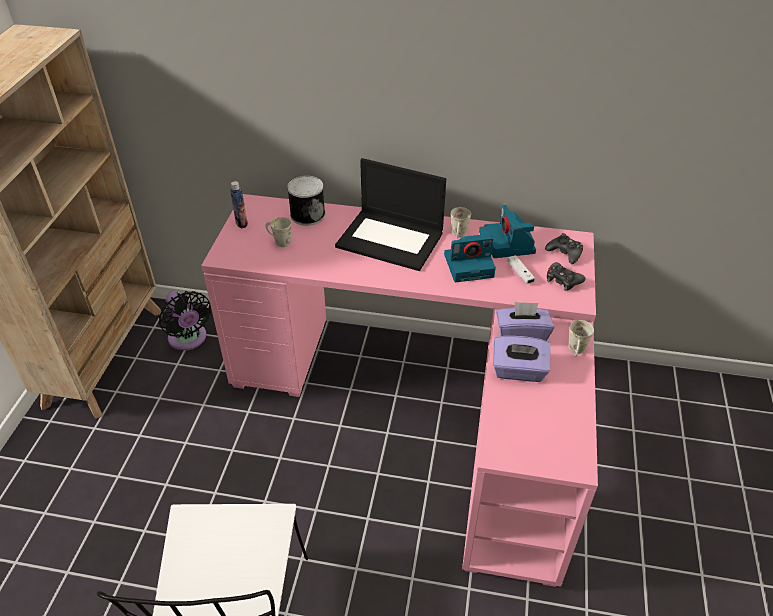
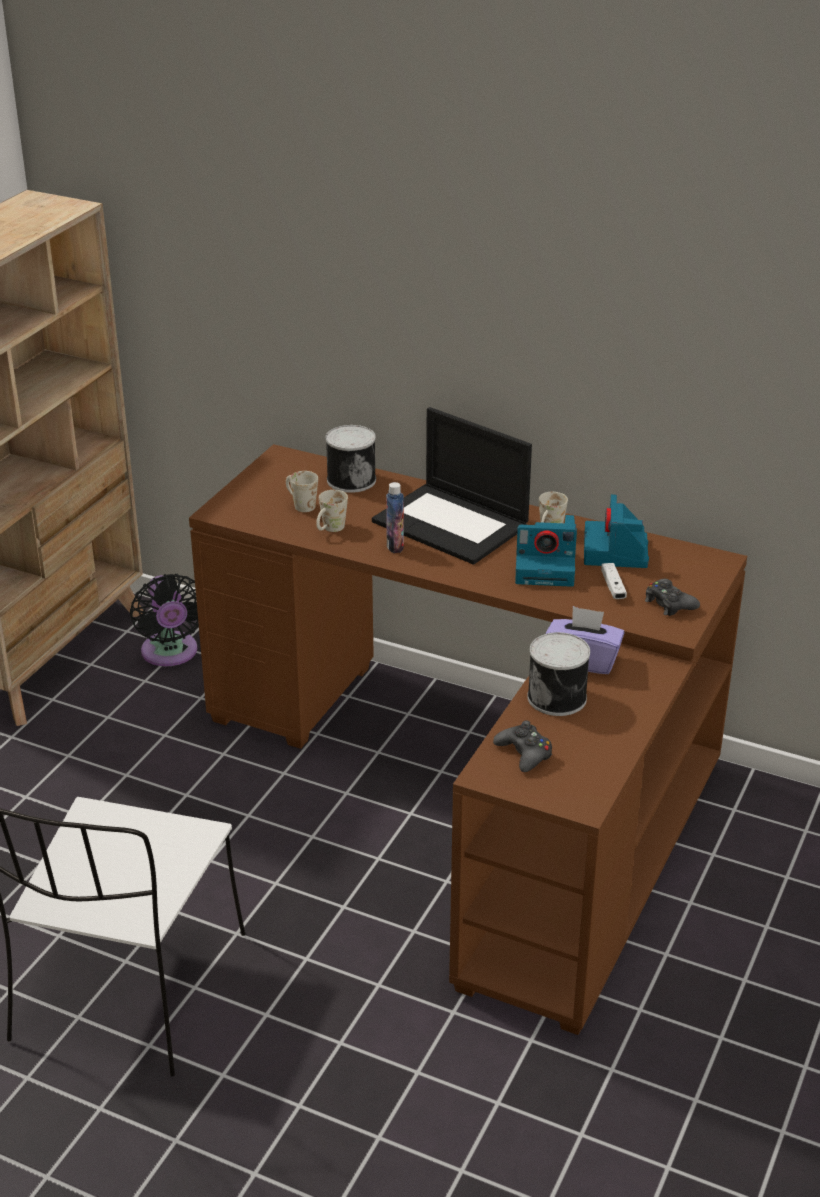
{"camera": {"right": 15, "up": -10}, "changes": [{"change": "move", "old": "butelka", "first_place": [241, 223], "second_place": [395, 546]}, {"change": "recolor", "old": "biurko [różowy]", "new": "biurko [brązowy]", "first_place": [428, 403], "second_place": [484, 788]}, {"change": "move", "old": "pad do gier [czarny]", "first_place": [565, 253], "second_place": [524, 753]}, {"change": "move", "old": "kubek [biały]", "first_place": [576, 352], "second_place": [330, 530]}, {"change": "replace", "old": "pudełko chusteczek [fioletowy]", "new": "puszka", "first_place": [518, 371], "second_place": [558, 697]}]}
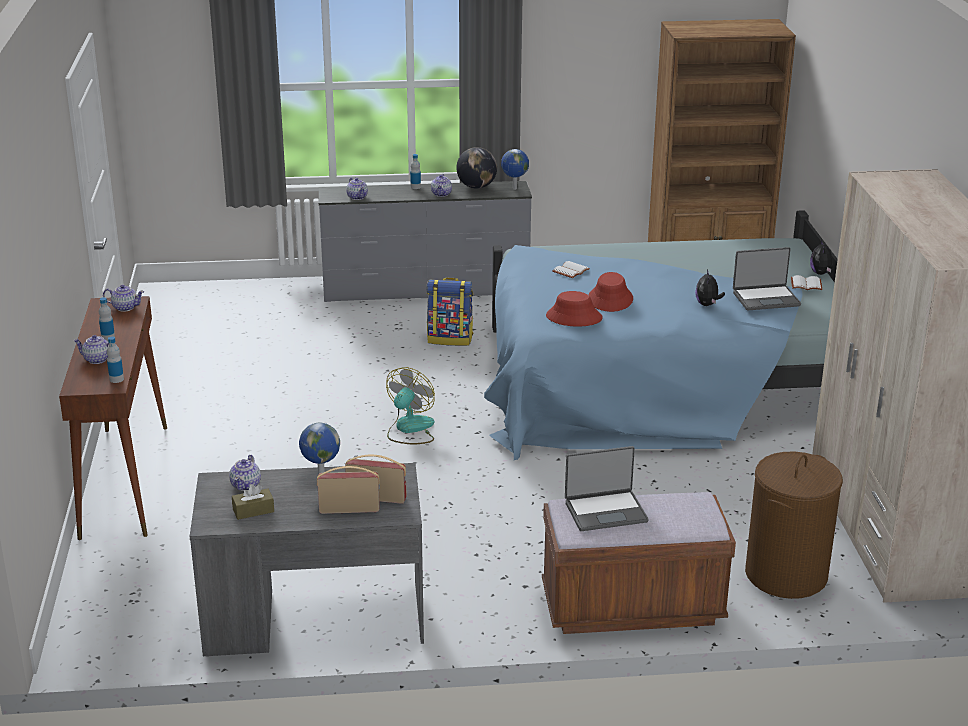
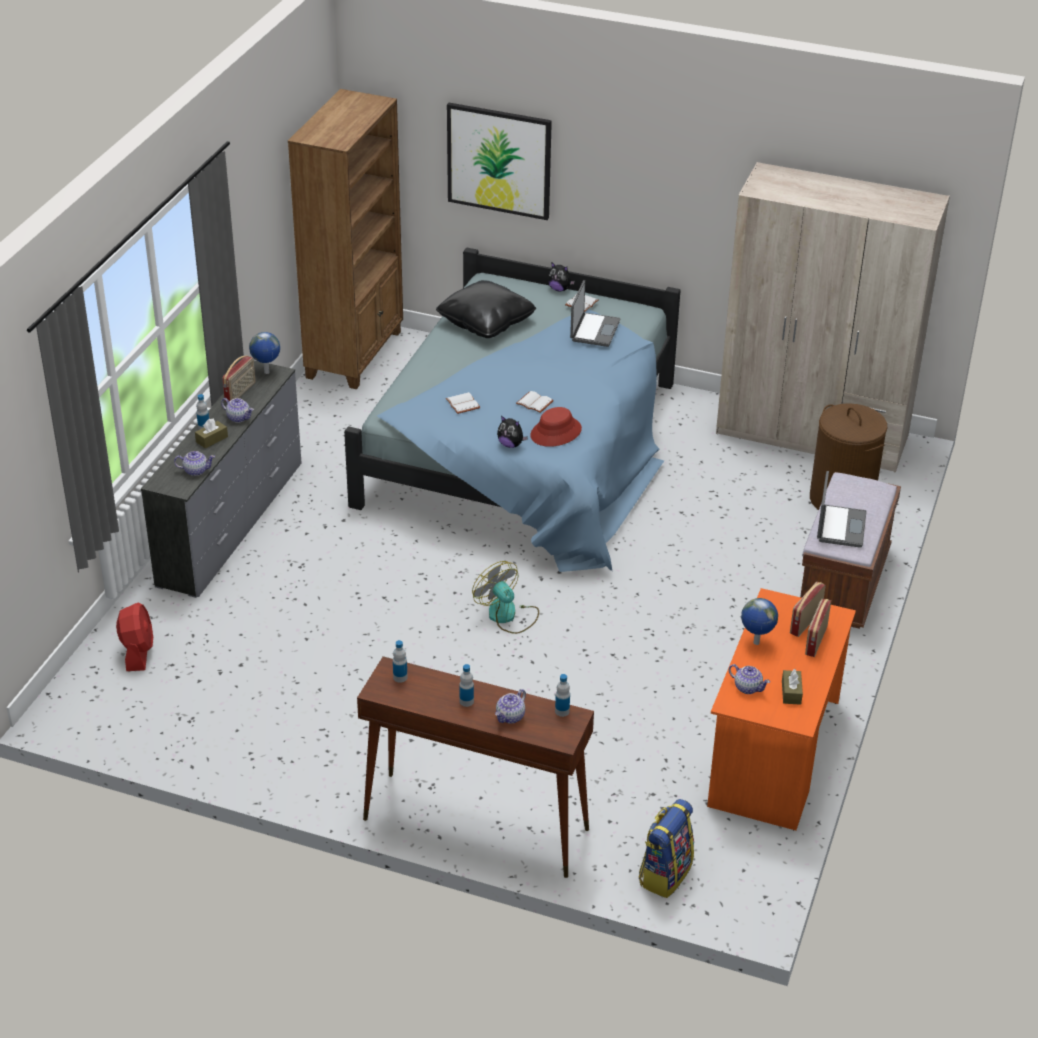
{"camera": {"right": -65, "up": 10}, "changes": [{"change": "replace", "old": "globus", "new": "radio", "first_place": [476, 187], "second_place": [240, 392]}, {"change": "move", "old": "pluszak", "first_place": [707, 304], "second_place": [511, 445]}, {"change": "replace", "old": "kapelusz [czerwony]", "new": "książka [biały]", "first_place": [610, 299], "second_place": [535, 403]}, {"change": "move", "old": "plecak", "first_place": [450, 339], "second_place": [665, 873]}, {"change": "replace", "old": "imbryk", "new": "butelka", "first_place": [125, 307], "second_place": [400, 677]}, {"change": "recolor", "old": "biurko [szary]", "new": "biurko [pomarańczowy]", "first_place": [314, 618], "second_place": [774, 753]}, {"change": "insert", "new": "obraz", "second_place": [499, 160]}, {"change": "insert", "new": "poduszka [czarny]", "second_place": [486, 322]}, {"change": "insert", "new": "pudełko chusteczek [brązowy]", "second_place": [212, 439]}, {"change": "insert", "new": "wentylator [czerwony]", "second_place": [138, 652]}]}
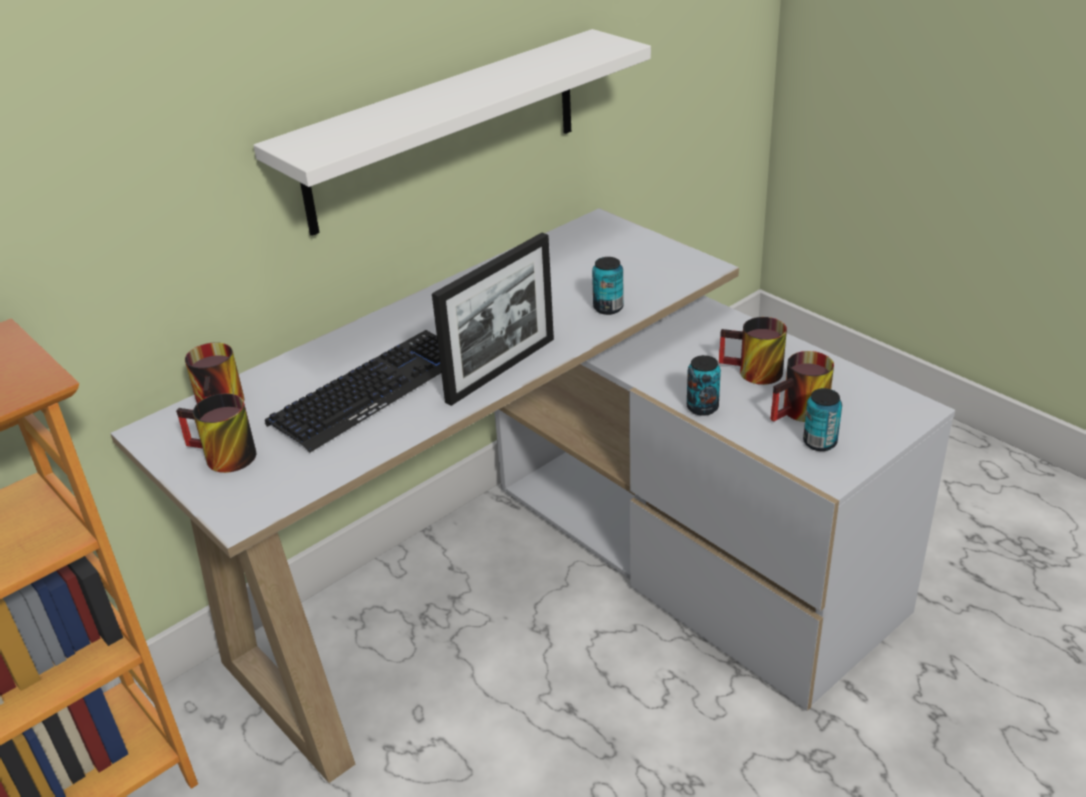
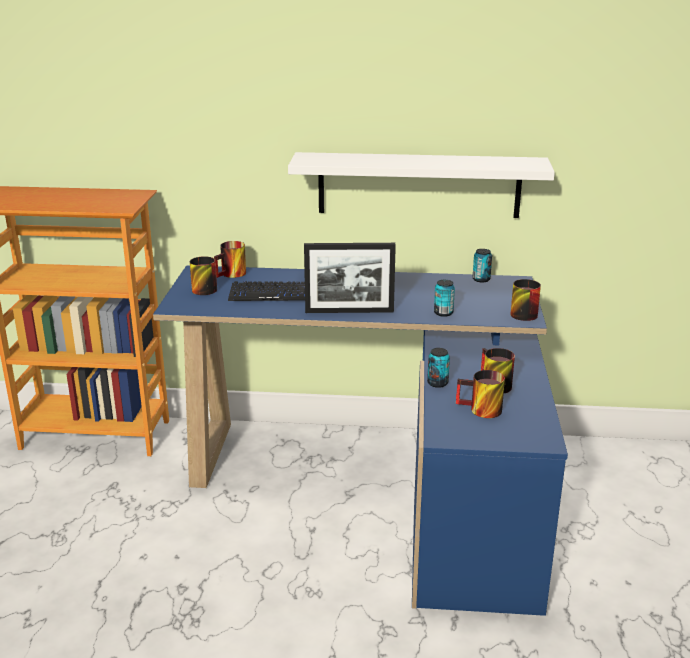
{"camera": {"right": 45, "up": -10}, "changes": [{"change": "recolor", "old": "biurko [biały]", "new": "biurko [niebieski]", "first_place": [559, 587], "second_place": [383, 485]}, {"change": "move", "old": "puszka", "first_place": [819, 442], "second_place": [481, 279]}, {"change": "insert", "new": "kubek", "second_place": [522, 312]}]}
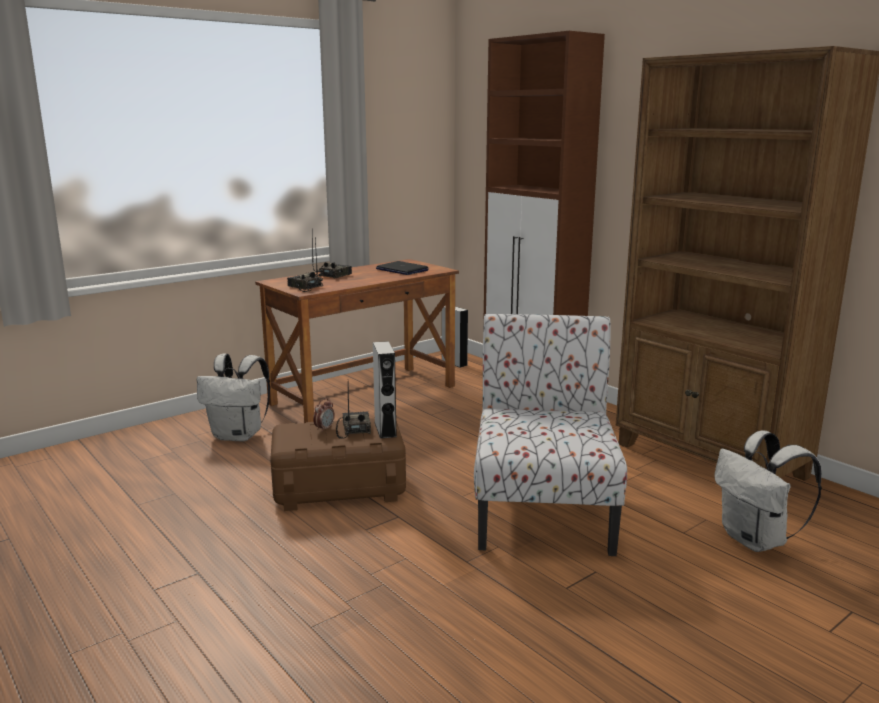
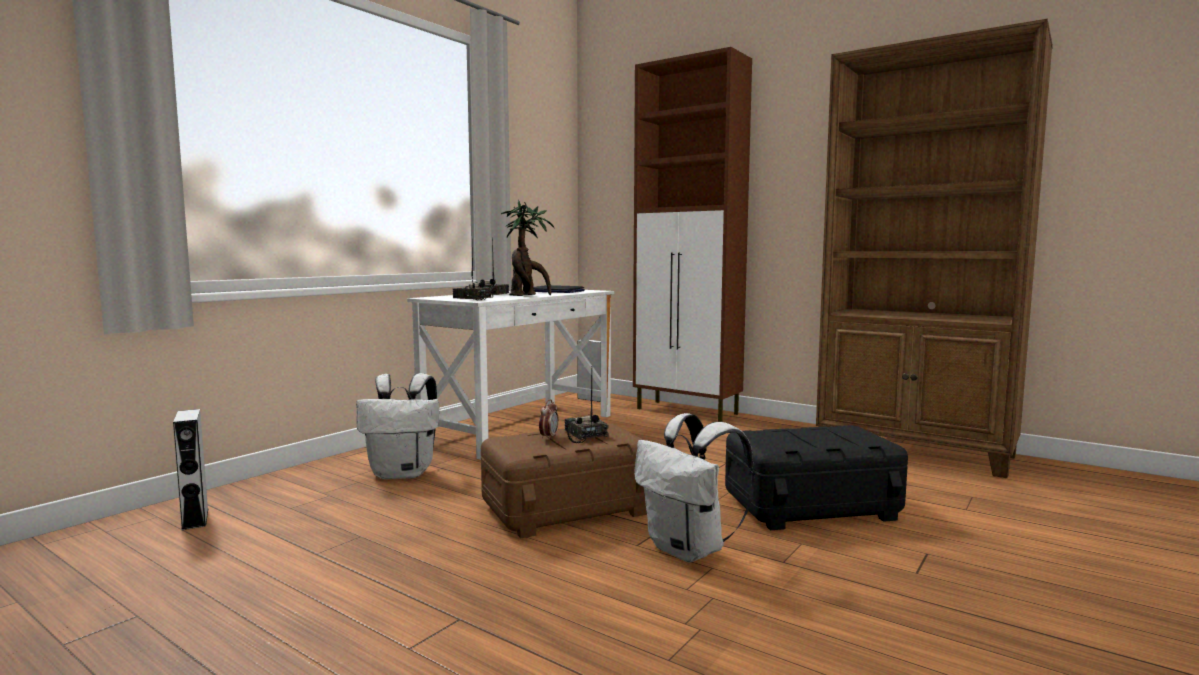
{"camera": {"right": -15, "up": -10}, "changes": [{"change": "recolor", "old": "biurko [brązowy]", "new": "biurko [biały]", "first_place": [364, 395], "second_place": [520, 429]}, {"change": "replace", "old": "krzesło", "new": "pojemnik do przechowywania [czarny]", "first_place": [542, 510], "second_place": [810, 506]}, {"change": "move", "old": "głośnik [szary]", "first_place": [385, 429], "second_place": [195, 519]}, {"change": "move", "old": "plecak [biały]", "first_place": [756, 540], "second_place": [689, 550]}, {"change": "insert", "new": "roślina doniczkowa", "second_place": [527, 296]}]}
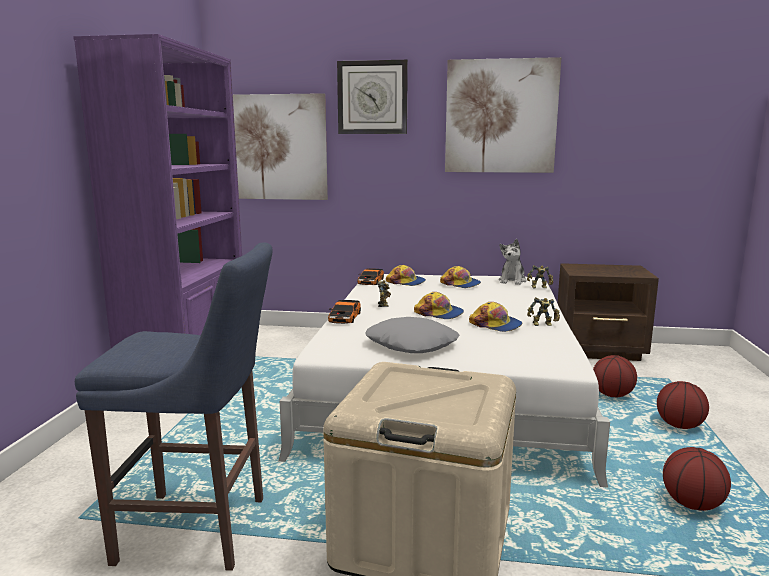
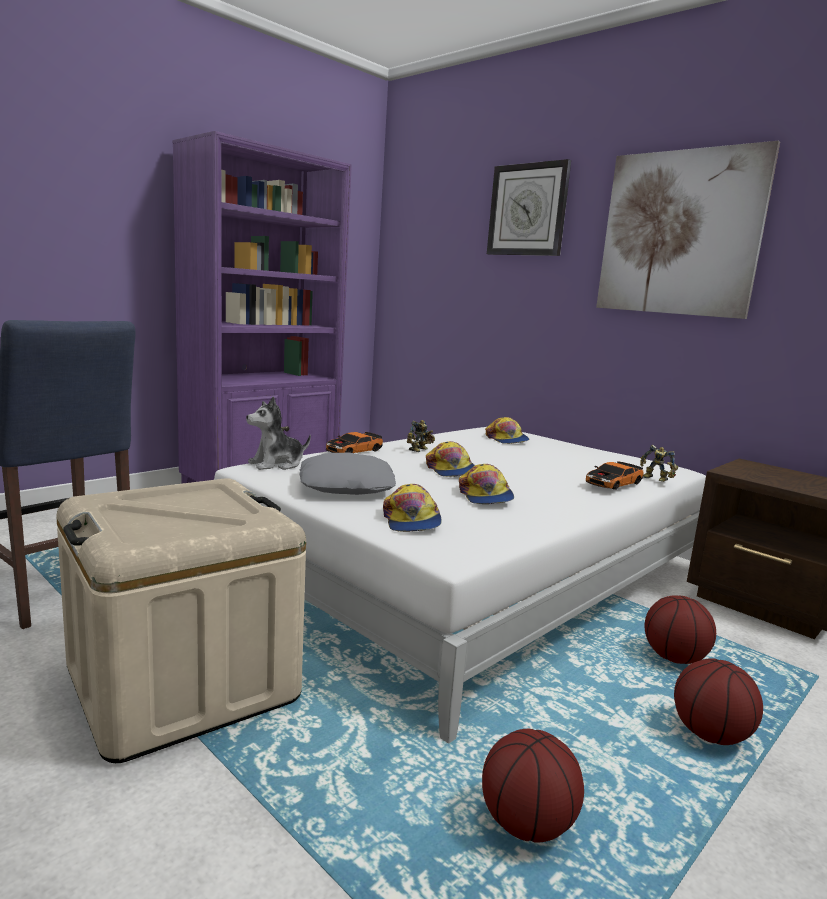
{"camera": {"right": 35, "up": 0}, "changes": [{"change": "delete", "old": "obraz", "first_place": [276, 147]}, {"change": "move", "old": "pluszak", "first_place": [512, 281], "second_place": [277, 464]}, {"change": "move", "old": "czapka z daszkiem", "first_place": [460, 284], "second_place": [411, 521]}, {"change": "move", "old": "samochodzik", "first_place": [371, 281], "second_place": [613, 482]}, {"change": "delete", "old": "robot zabawkowy", "first_place": [543, 325]}]}
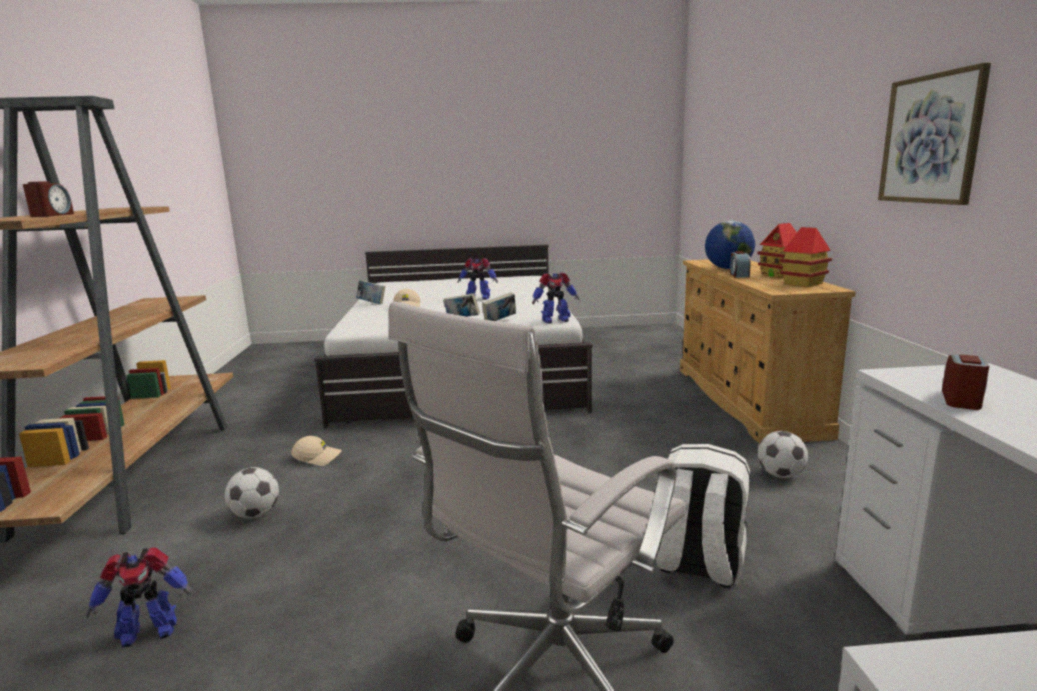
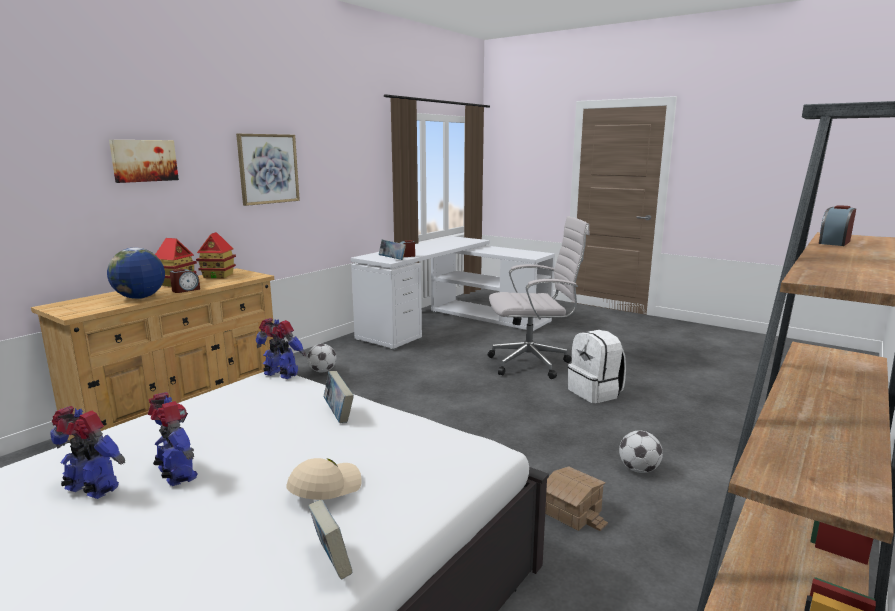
{"camera": {"right": -140, "up": 0}, "changes": [{"change": "move", "old": "książka", "first_place": [499, 321], "second_place": [392, 259]}, {"change": "replace", "old": "czapka z daszkiem [beżowy]", "new": "domek", "first_place": [318, 457], "second_place": [570, 512]}, {"change": "move", "old": "plecak [biały]", "first_place": [698, 564], "second_place": [595, 393]}, {"change": "move", "old": "robot zabawkowy", "first_place": [148, 632], "second_place": [91, 490]}, {"change": "insert", "new": "obraz", "second_place": [144, 160]}]}
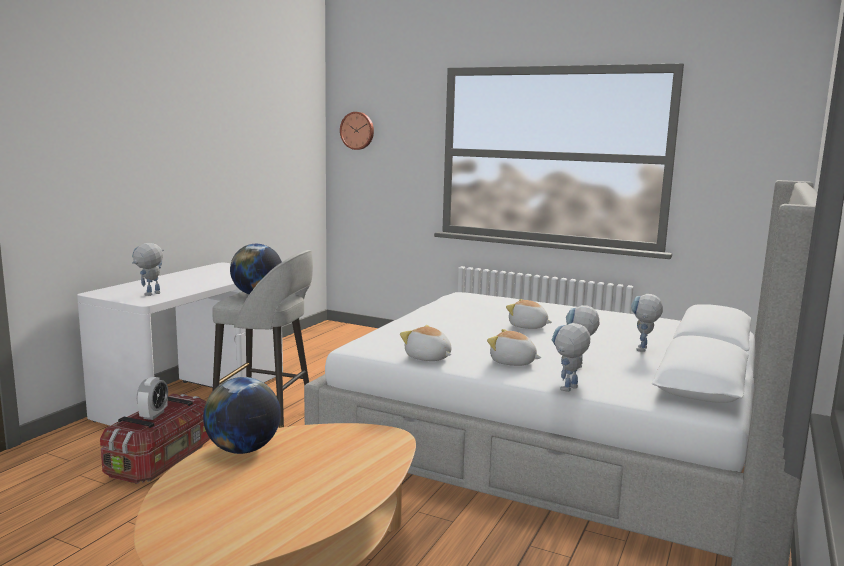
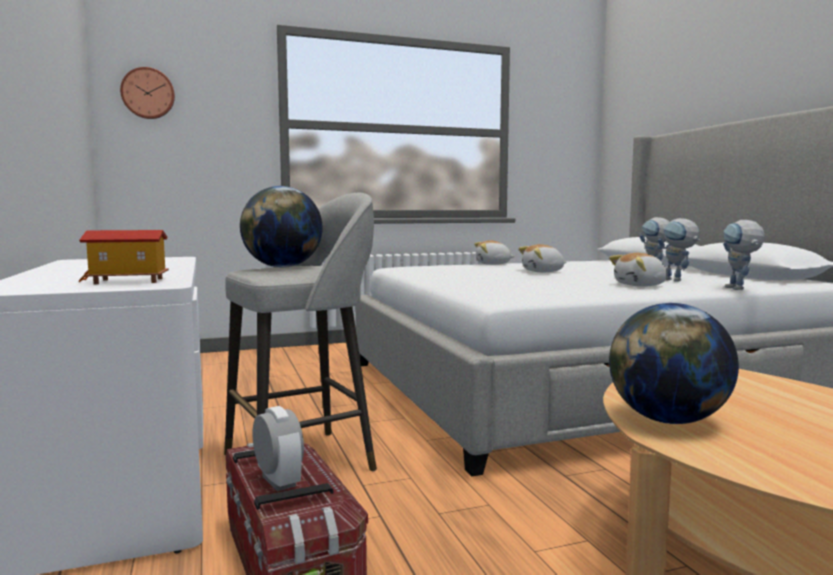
{"camera": {"right": -45, "up": -5}, "changes": [{"change": "replace", "old": "robot zabawkowy", "new": "domek", "first_place": [150, 295], "second_place": [127, 281]}, {"change": "move", "old": "pluszak", "first_place": [427, 358], "second_place": [493, 264]}]}
